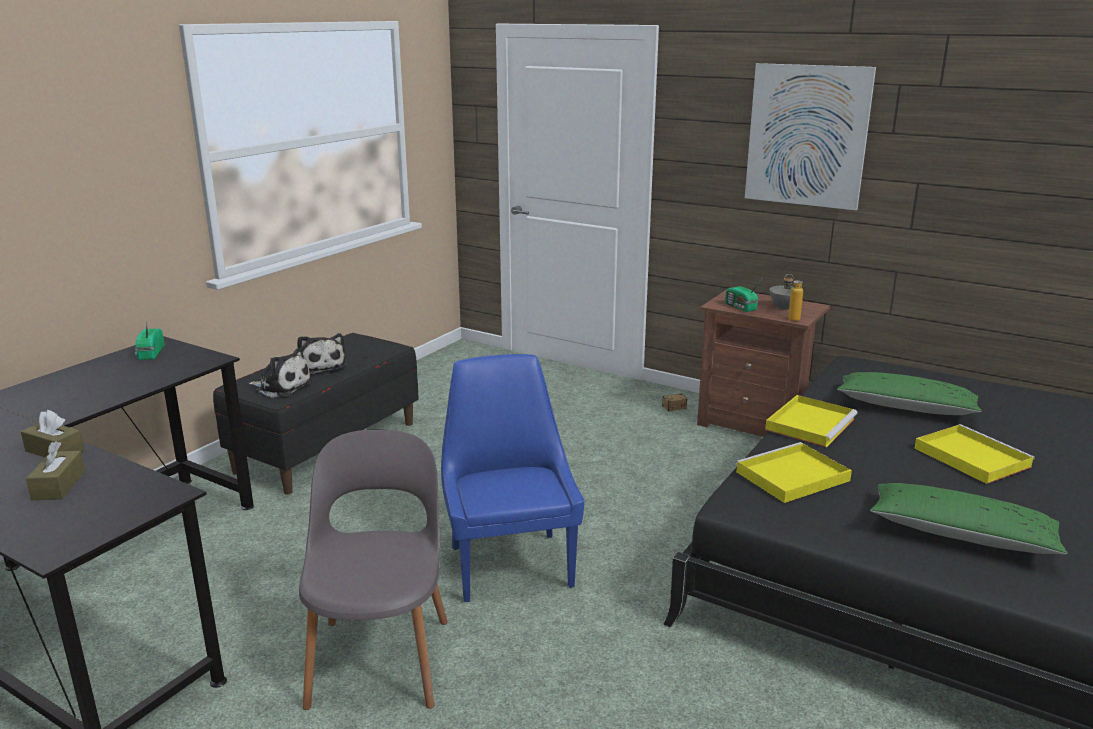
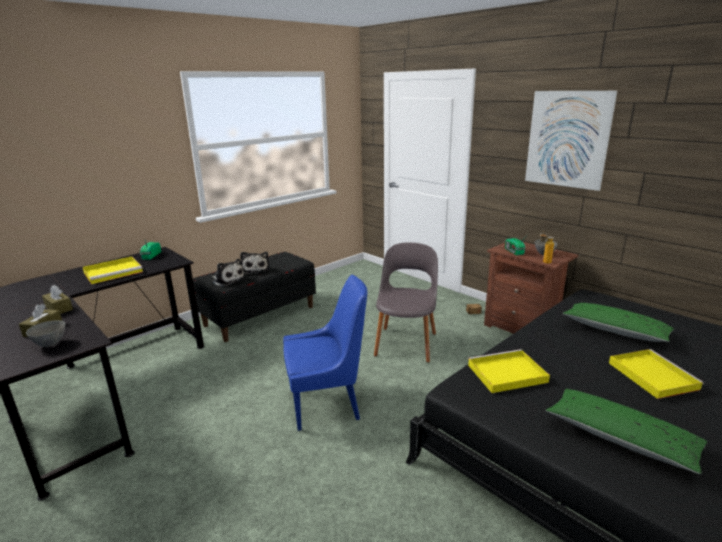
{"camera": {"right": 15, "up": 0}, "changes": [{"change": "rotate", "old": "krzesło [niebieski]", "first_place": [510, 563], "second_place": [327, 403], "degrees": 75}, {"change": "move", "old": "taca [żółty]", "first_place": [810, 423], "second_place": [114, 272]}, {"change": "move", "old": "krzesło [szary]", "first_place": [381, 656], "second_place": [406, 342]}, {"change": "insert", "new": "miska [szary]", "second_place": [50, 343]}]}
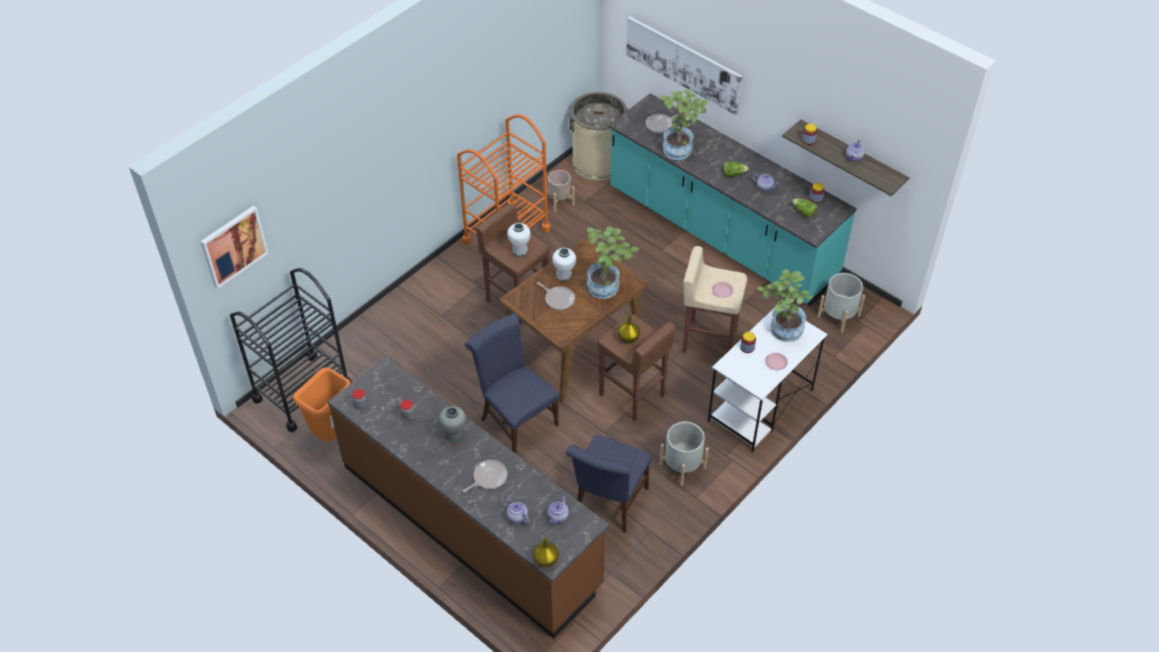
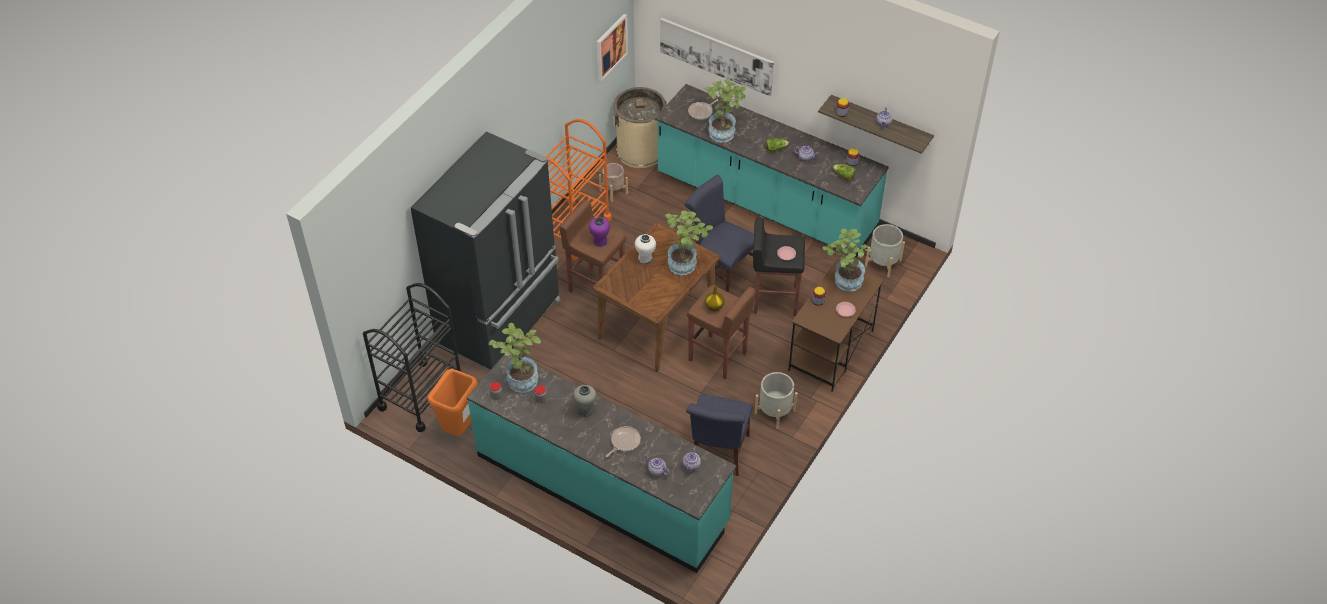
{"camera": {"right": -10, "up": 0}, "changes": [{"change": "move", "old": "obraz", "first_place": [233, 246], "second_place": [611, 46]}, {"change": "recolor", "old": "wazon [biały]", "new": "wazon [fioletowy]", "first_place": [519, 250], "second_place": [600, 241]}, {"change": "recolor", "old": "stołek [beżowy]", "new": "stołek [czarny]", "first_place": [708, 340], "second_place": [774, 299]}, {"change": "delete", "old": "patelnia", "first_place": [558, 299]}, {"change": "recolor", "old": "biurko [biały]", "new": "biurko [brązowy]", "first_place": [760, 406], "second_place": [831, 351]}, {"change": "move", "old": "krzesło [niebieski]", "first_place": [515, 420], "second_place": [720, 268]}, {"change": "recolor", "old": "zabudowa kuchenna [brązowy]", "new": "zabudowa kuchenna [turkusowy]", "first_place": [471, 524], "second_place": [602, 488]}, {"change": "delete", "old": "wazon [żółty]", "first_place": [546, 560]}, {"change": "insert", "new": "lodówka [czarny]", "second_place": [501, 322]}, {"change": "insert", "new": "roślina doniczkowa", "second_place": [520, 377]}]}
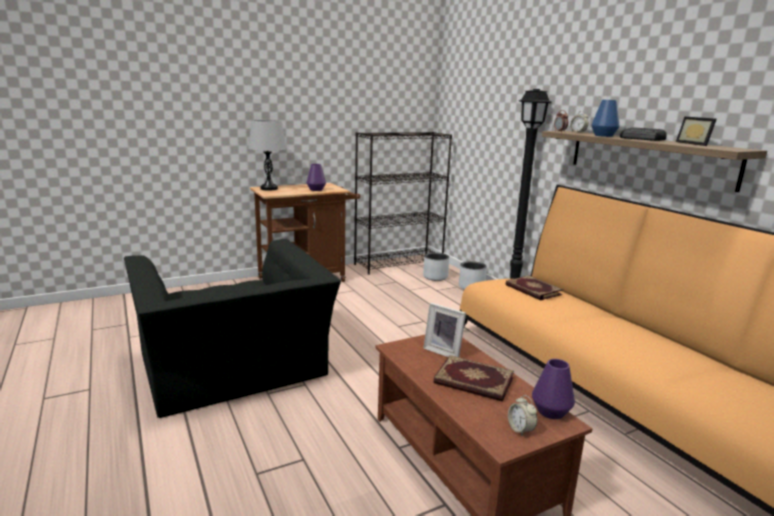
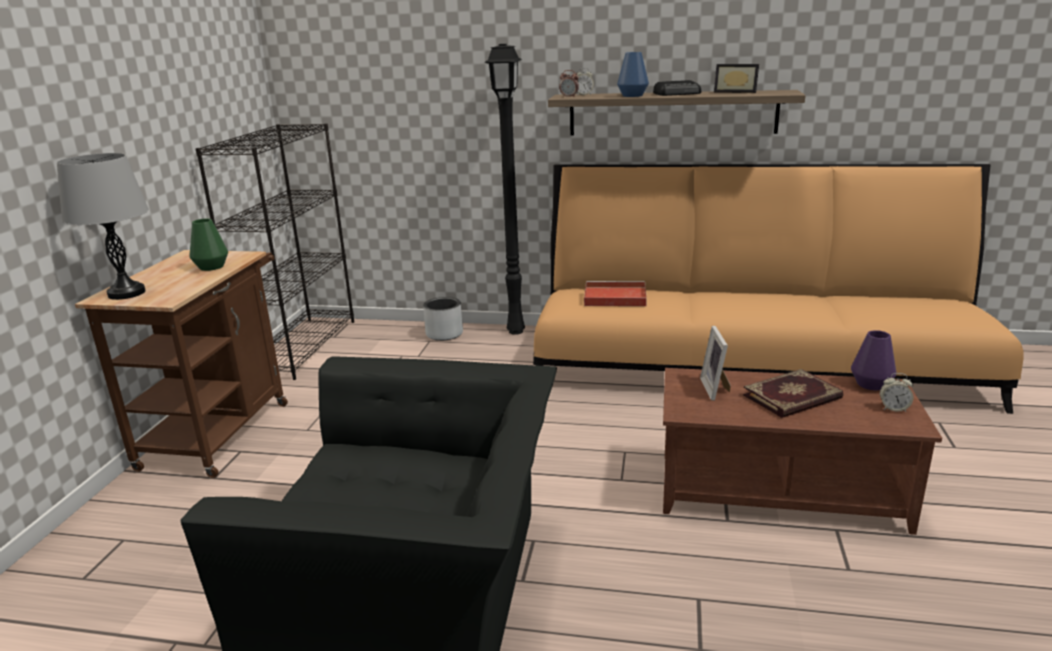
{"camera": {"right": -50, "up": 5}, "changes": [{"change": "recolor", "old": "wazon [fioletowy]", "new": "wazon [zielony]", "first_place": [316, 189], "second_place": [211, 267]}, {"change": "delete", "old": "donica [szary]", "first_place": [435, 277]}, {"change": "replace", "old": "książka", "new": "taca [czerwony]", "first_place": [532, 290], "second_place": [613, 297]}, {"change": "rotate", "old": "ramka na zdjęcie", "first_place": [444, 351], "second_place": [716, 389], "degrees": 105}]}
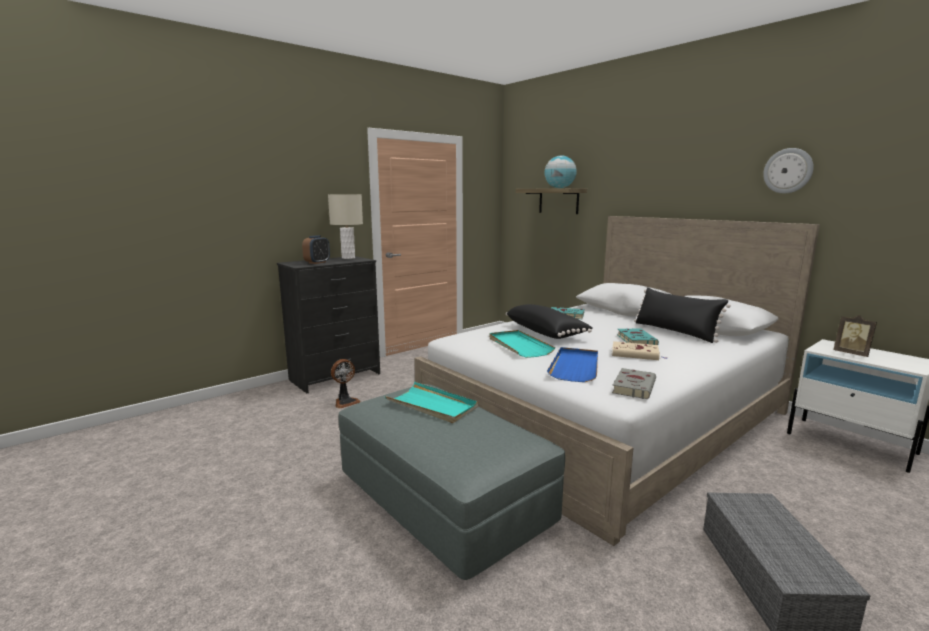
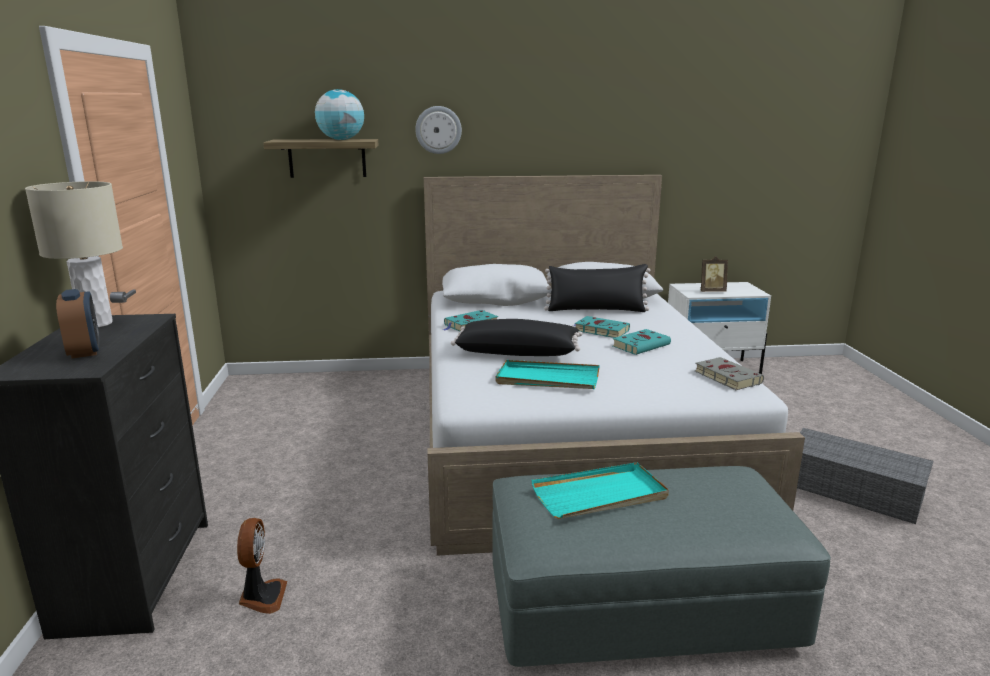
{"camera": {"right": -55, "up": 5}, "changes": [{"change": "move", "old": "zegar ścienny", "first_place": [788, 171], "second_place": [438, 130]}, {"change": "recolor", "old": "książka [beżowy]", "new": "książka [turkusowy]", "first_place": [636, 354], "second_place": [642, 345]}, {"change": "delete", "old": "taca [niebieski]", "first_place": [575, 367]}]}
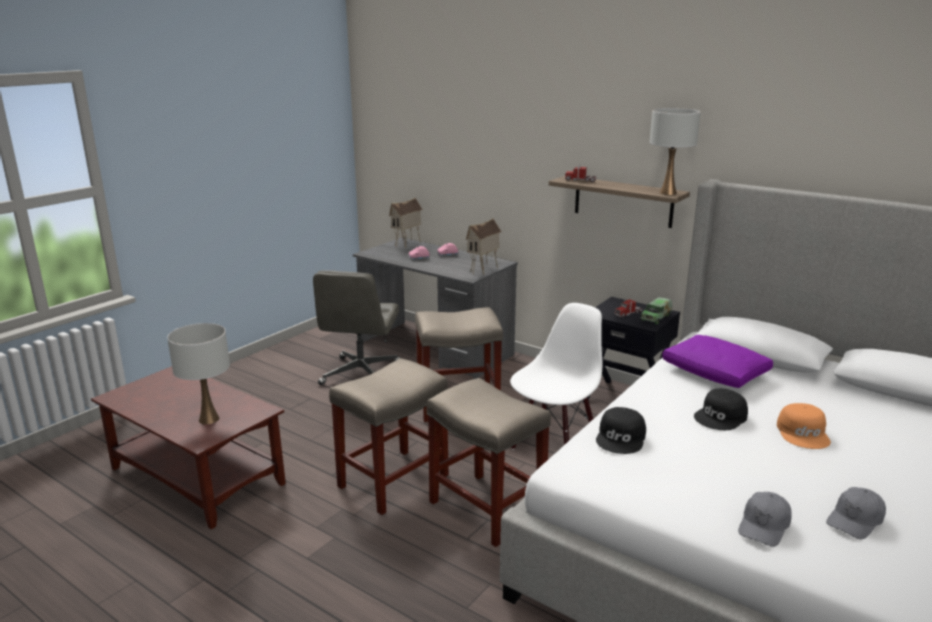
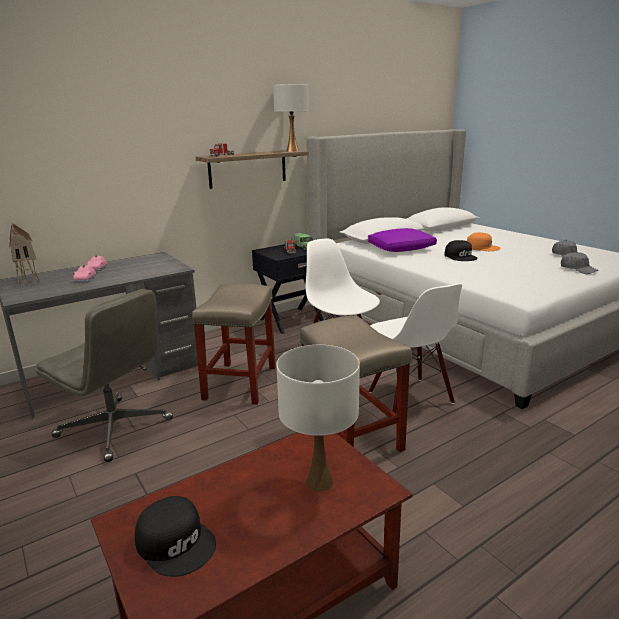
{"camera": {"right": -70, "up": 0}, "changes": [{"change": "delete", "old": "domek", "first_place": [484, 271]}, {"change": "replace", "old": "stołek [beżowy]", "new": "krzesło [biały]", "first_place": [485, 508], "second_place": [409, 398]}, {"change": "move", "old": "czapka z daszkiem [czarny]", "first_place": [621, 438], "second_place": [176, 542]}]}
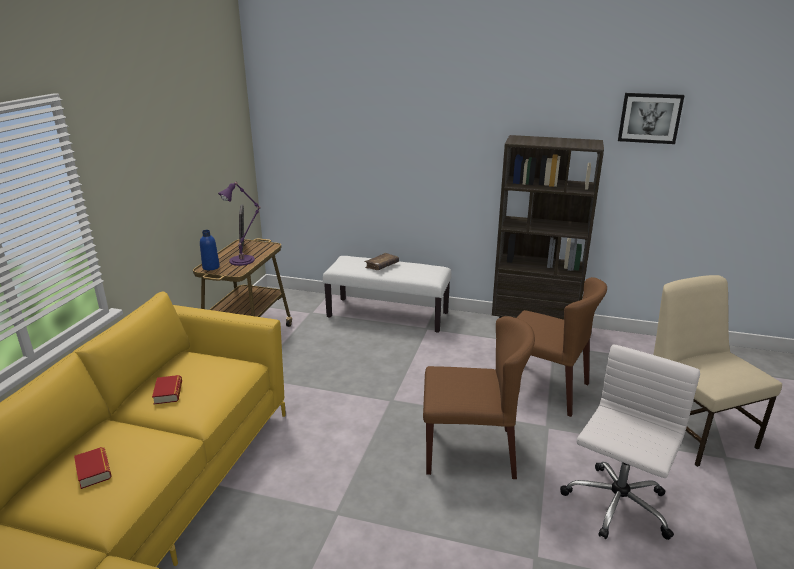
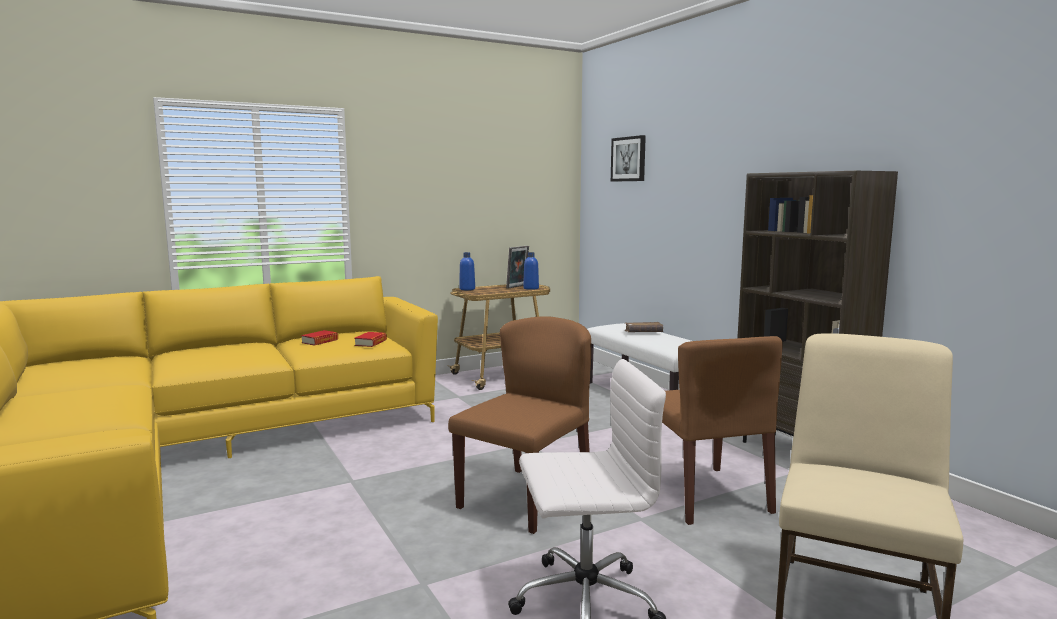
{"camera": {"right": 45, "up": -15}, "changes": [{"change": "move", "old": "obraz", "first_place": [649, 118], "second_place": [629, 159]}, {"change": "delete", "old": "lampa stołowa [fioletowy]", "first_place": [244, 260]}, {"change": "rotate", "old": "krzesło [brązowy]", "first_place": [470, 450], "second_place": [525, 498], "degrees": -105}, {"change": "move", "old": "książka", "first_place": [94, 471], "second_place": [371, 343]}, {"change": "insert", "new": "butelka [niebieski]", "second_place": [531, 288]}]}
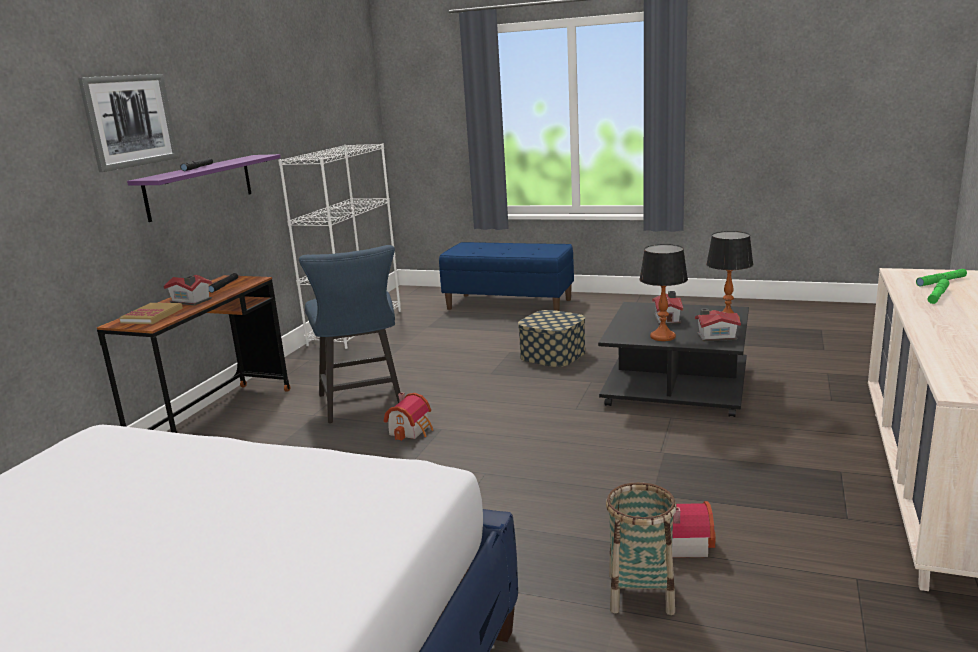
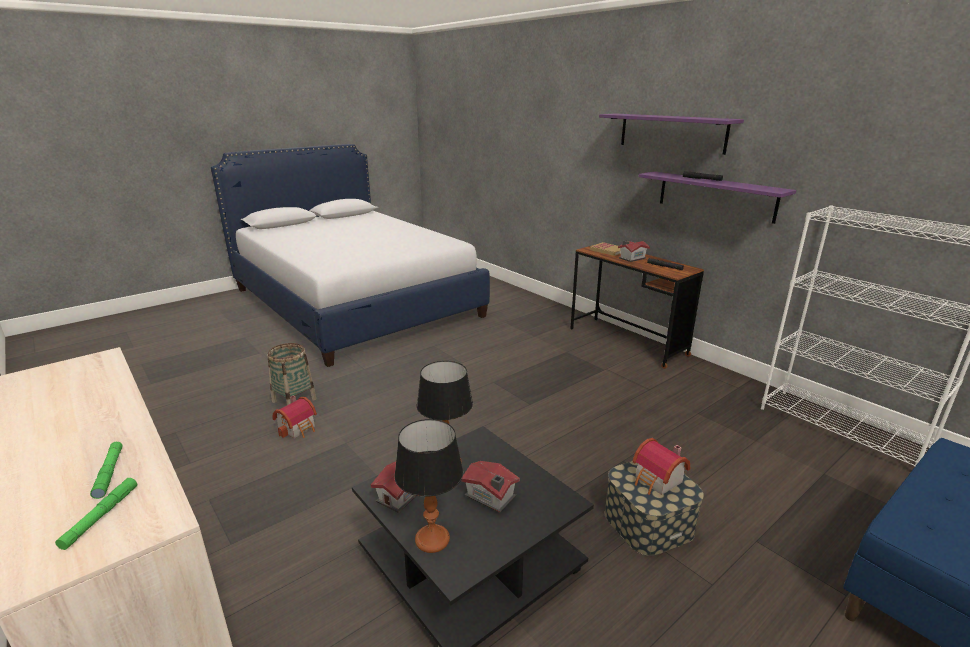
{"camera": {"right": 120, "up": 5}, "changes": [{"change": "replace", "old": "obraz", "new": "półka [fioletowy]", "first_place": [130, 121], "second_place": [671, 132]}, {"change": "delete", "old": "krzesło [niebieski]", "first_place": [363, 405]}, {"change": "move", "old": "domek", "first_place": [412, 430], "second_place": [657, 481]}]}
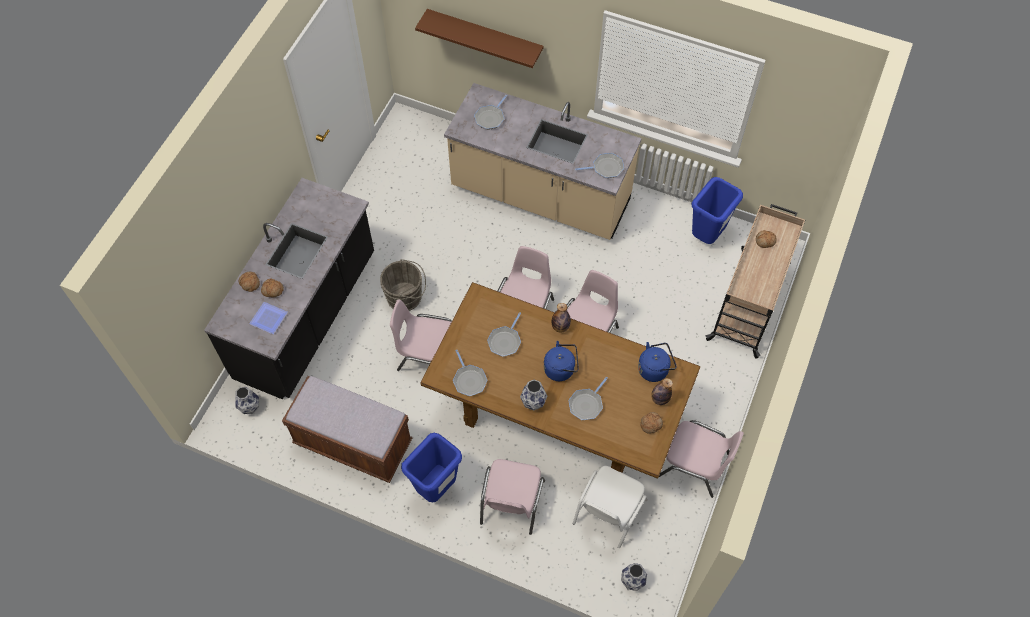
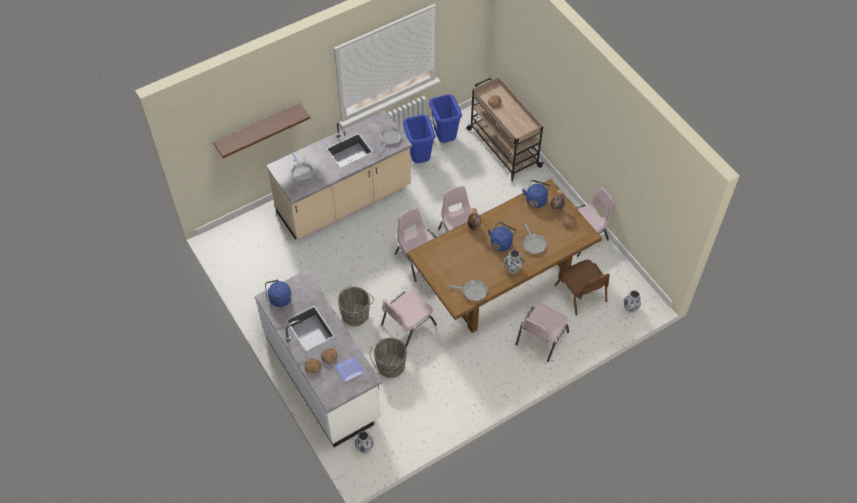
{"camera": {"right": -55, "up": -5}, "changes": [{"change": "recolor", "old": "zabudowa kuchenna [czarny]", "new": "zabudowa kuchenna [biały]", "first_place": [307, 316], "second_place": [323, 377]}, {"change": "delete", "old": "patelnia", "first_place": [505, 341]}, {"change": "delete", "old": "ławka [brązowy]", "first_place": [353, 443]}, {"change": "move", "old": "kosz na śmieci [niebieski]", "first_place": [436, 488], "second_place": [419, 159]}, {"change": "rotate", "old": "krzesło [różowy]", "first_place": [511, 503], "second_place": [540, 338], "degrees": 75}, {"change": "recolor", "old": "krzesło [biały]", "new": "krzesło [brązowy]", "first_place": [608, 512], "second_place": [581, 294]}, {"change": "insert", "new": "czajnik [niebieski]", "second_place": [279, 299]}, {"change": "insert", "new": "wiadro [szary]", "second_place": [389, 367]}]}
